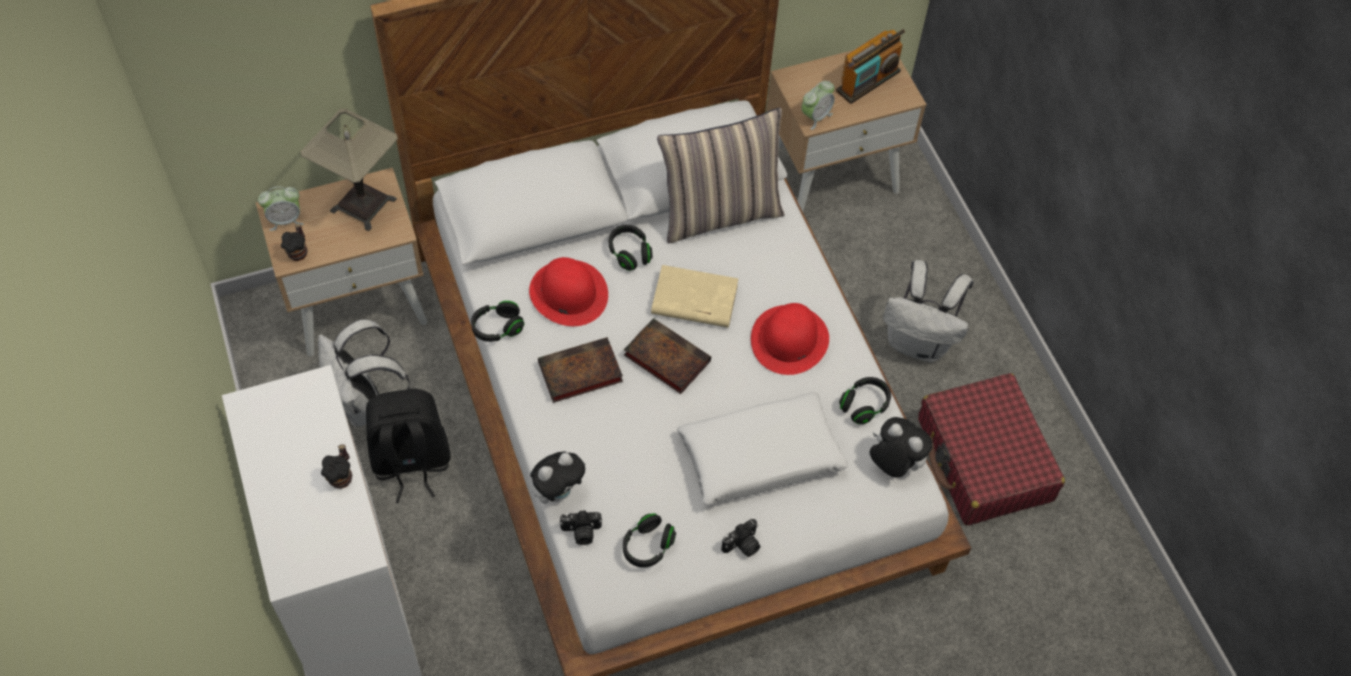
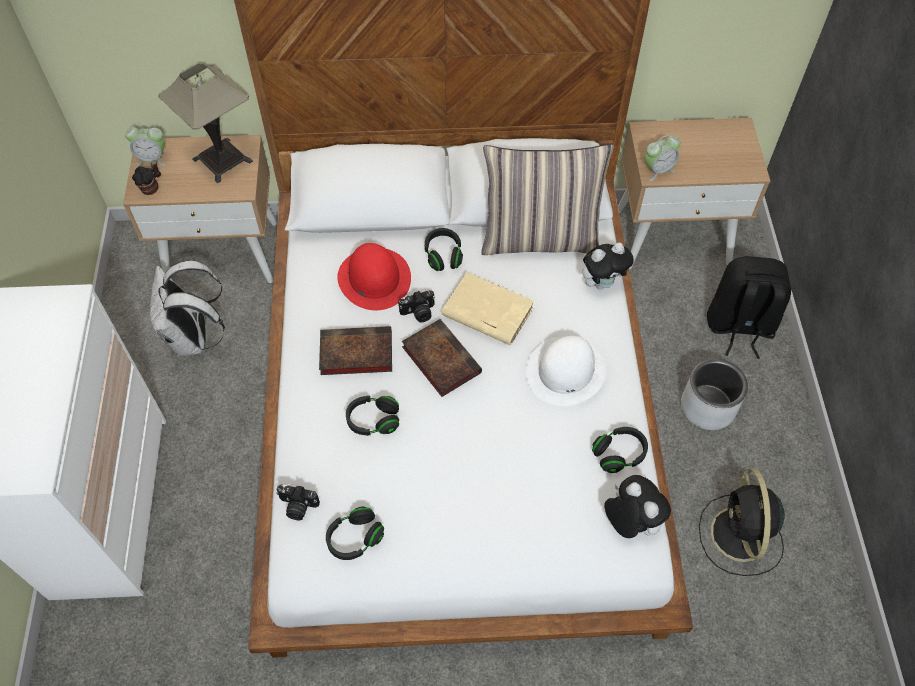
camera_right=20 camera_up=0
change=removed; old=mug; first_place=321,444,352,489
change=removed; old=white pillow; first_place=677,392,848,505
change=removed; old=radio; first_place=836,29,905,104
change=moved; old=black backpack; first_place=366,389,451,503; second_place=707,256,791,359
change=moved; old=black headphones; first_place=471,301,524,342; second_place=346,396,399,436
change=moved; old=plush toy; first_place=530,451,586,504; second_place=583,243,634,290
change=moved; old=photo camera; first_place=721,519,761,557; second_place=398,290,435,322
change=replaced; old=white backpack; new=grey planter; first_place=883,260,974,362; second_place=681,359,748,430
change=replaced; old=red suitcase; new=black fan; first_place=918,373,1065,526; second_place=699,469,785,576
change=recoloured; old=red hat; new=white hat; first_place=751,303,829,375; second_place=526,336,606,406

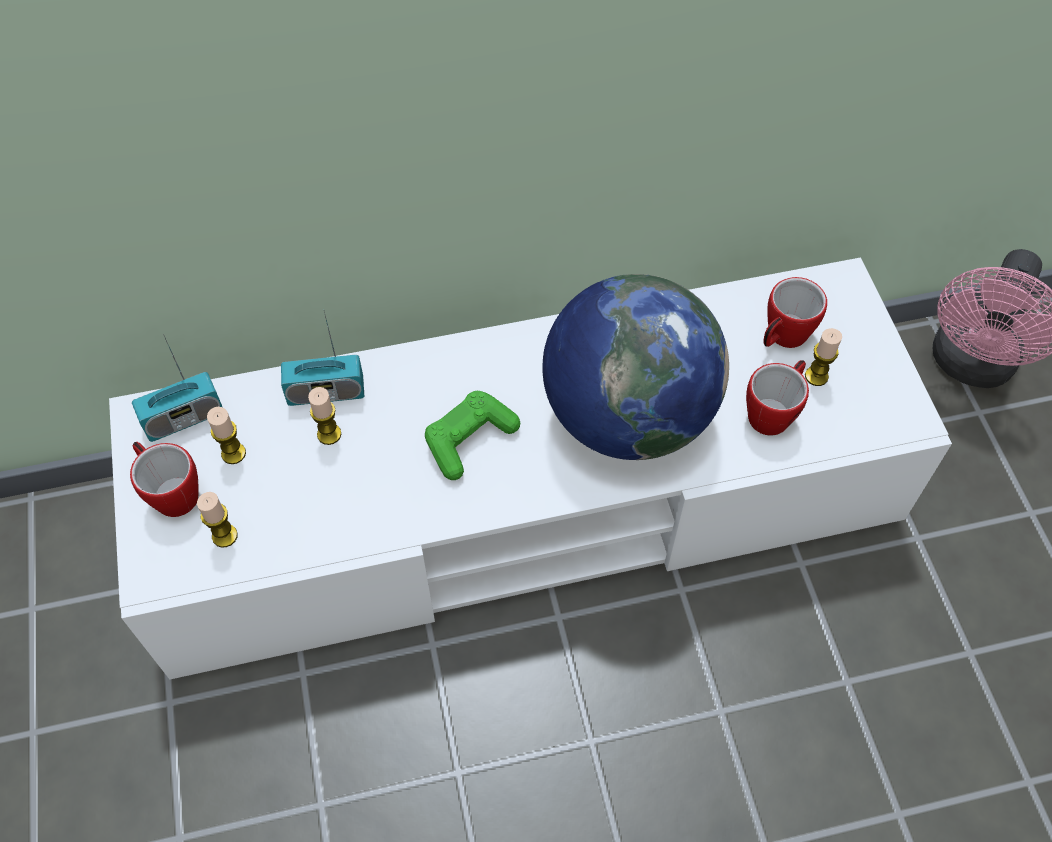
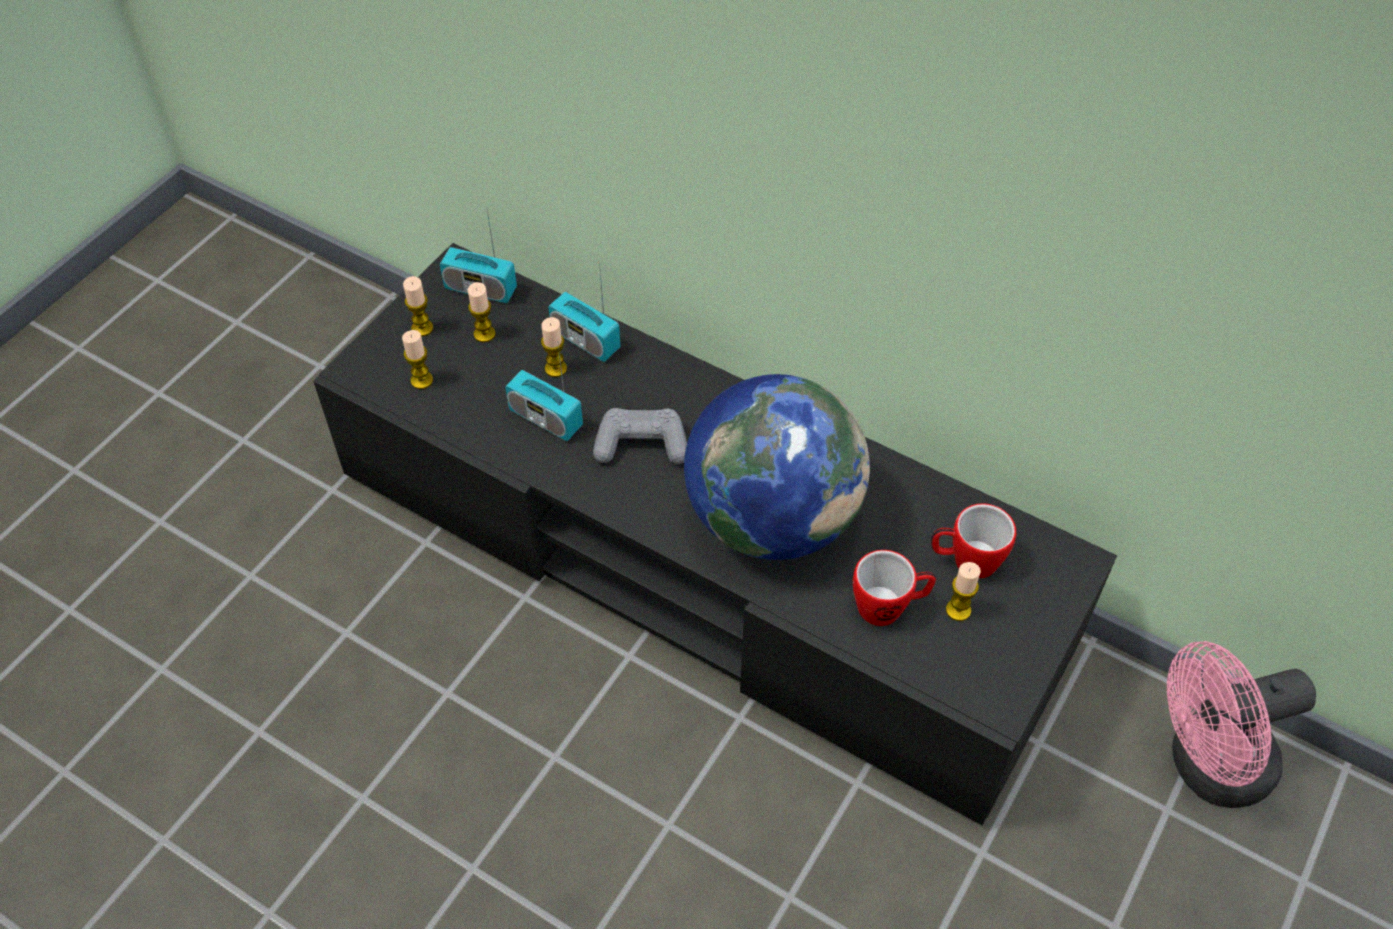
camera_right=45 camera_up=-5
change=added; new=radio; second_place=505,346,583,441
change=replaced; old=mug; new=candle; first_place=130,442,199,517; second_place=403,276,433,337
change=recoloured; old=white tv stand; new=black tv stand; first_place=109,257,952,679; second_place=313,243,1117,825
change=recoloured; old=green game controller; new=grey game controller; first_place=425,391,520,480; second_place=593,408,687,464

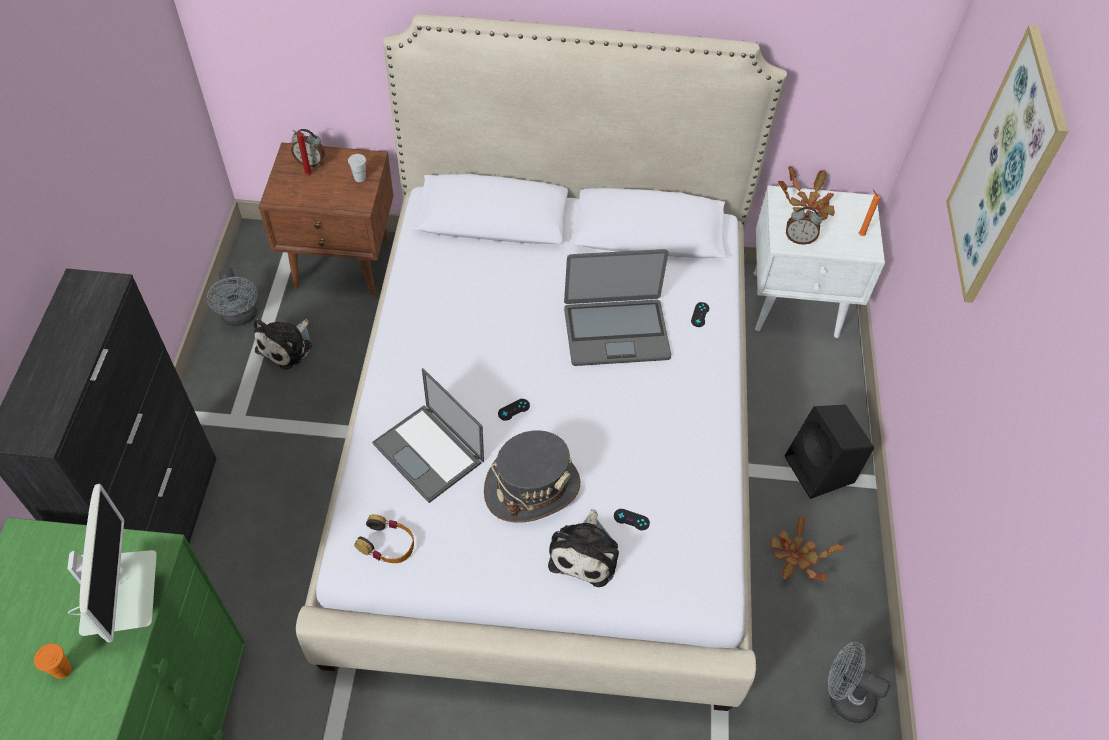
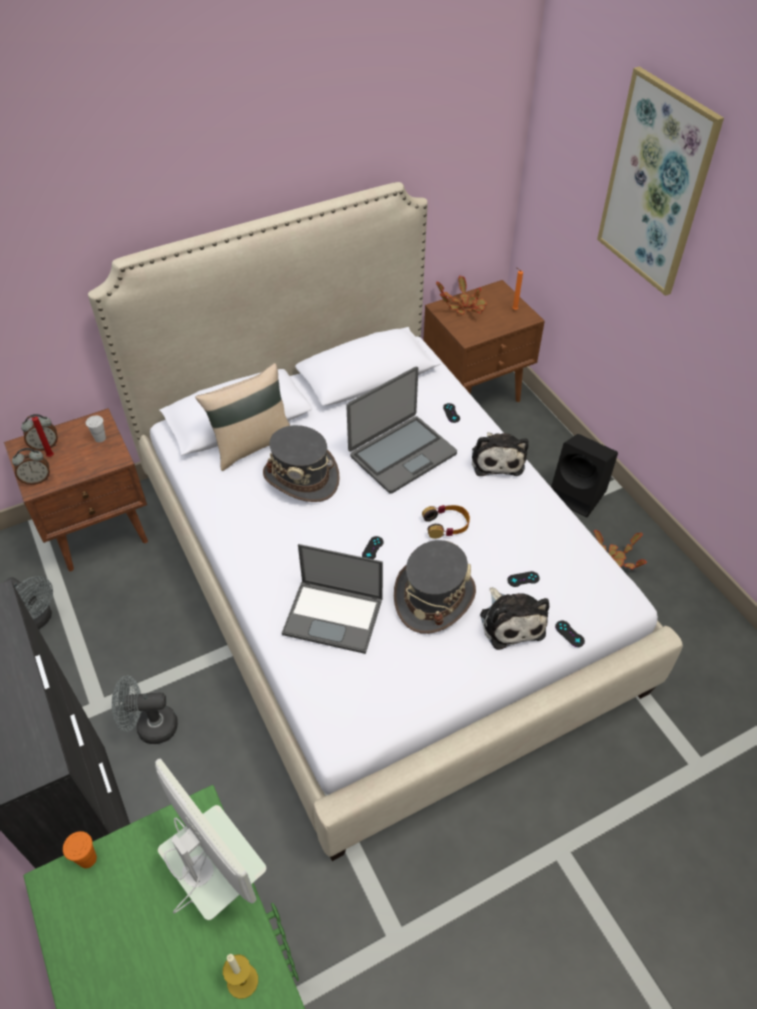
camera_right=-30 camera_up=-5
change=added; new=beige pillow; second_place=195,363,290,471
change=added; new=candle; second_place=223,954,258,999
change=added; new=grey hat; second_place=263,425,340,502
change=added; new=black game controller; second_place=555,621,585,647
change=moved; old=orange cup; first_place=34,643,72,679; second_place=63,831,97,868
change=moved; old=plush toy; first_place=254,319,312,370; second_place=472,432,529,476
change=moved; old=headphones; first_place=354,514,414,563; second_place=422,505,470,539
change=moved; old=alarm clock; first_place=786,207,822,245; second_place=12,448,50,485
change=moved; old=grey fan; first_place=828,641,890,723; second_place=112,675,178,744
change=recoloured; old=white nightstand; new=brown nightstand; first_place=754,185,885,338; second_place=423,280,545,402

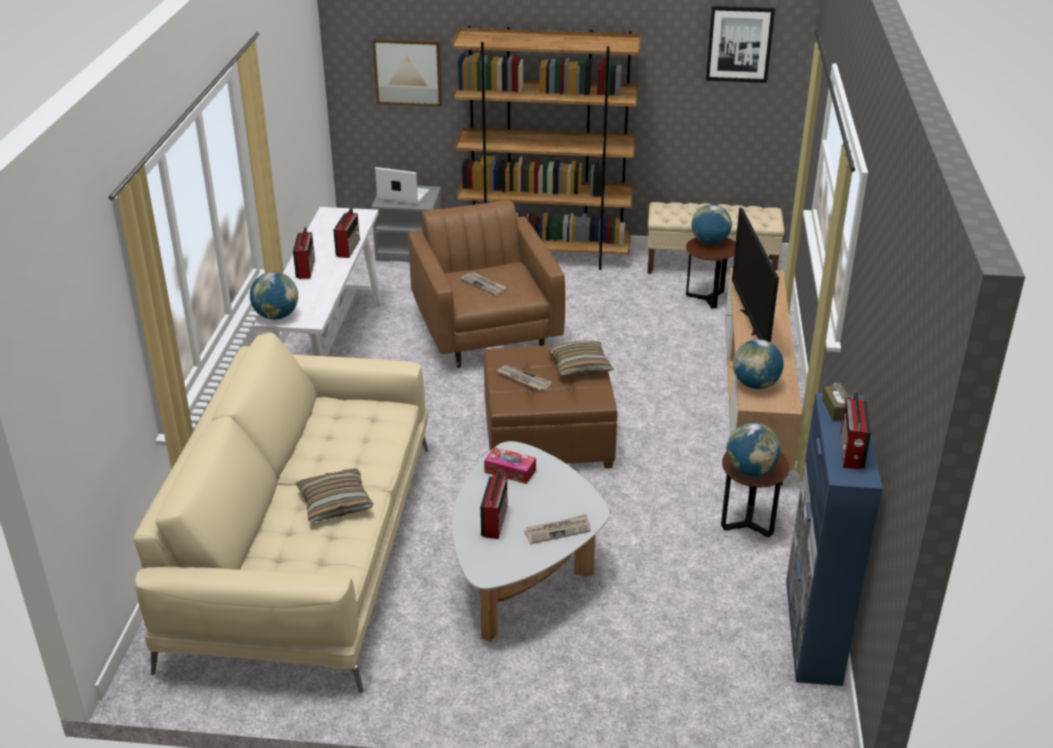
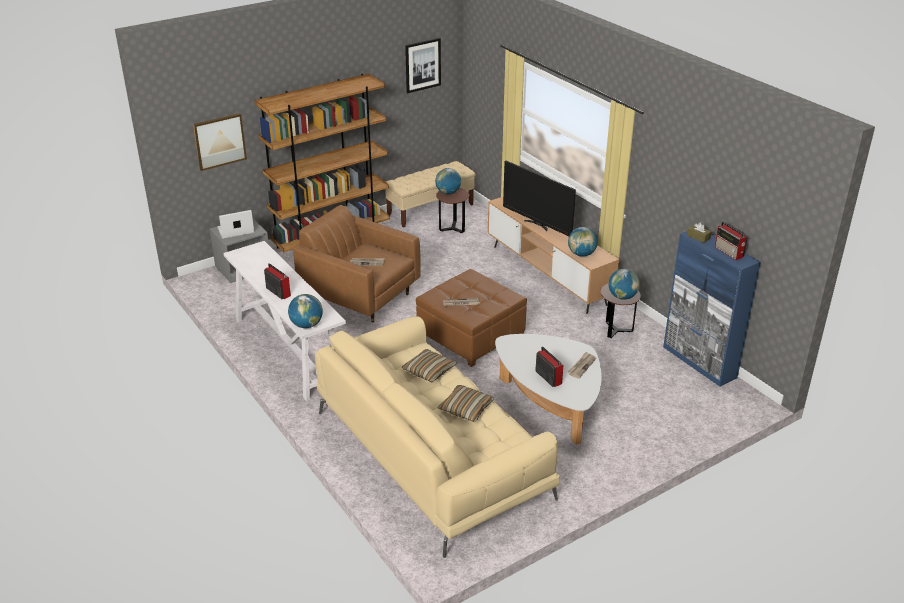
camera_right=-40 camera_up=0
change=removed; old=radio; first_place=333,208,360,258
change=removed; old=tissue box; first_place=484,447,536,484
change=moved; old=pillow; first_place=548,341,614,376; second_place=402,349,457,382

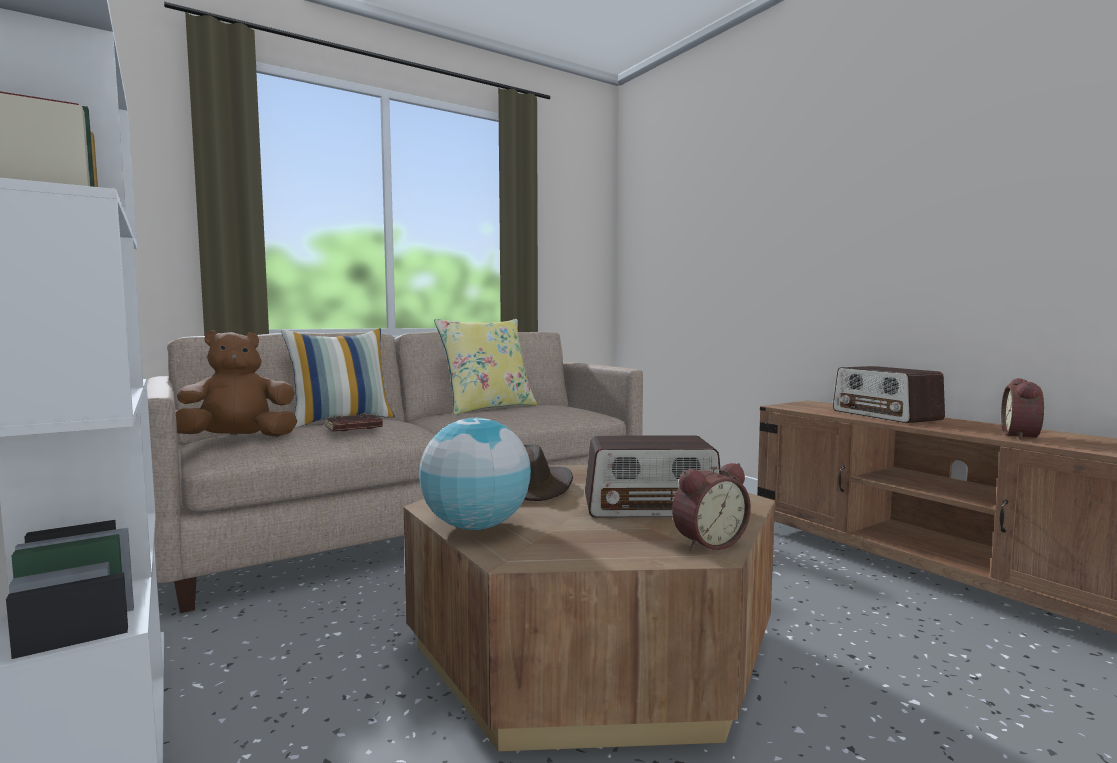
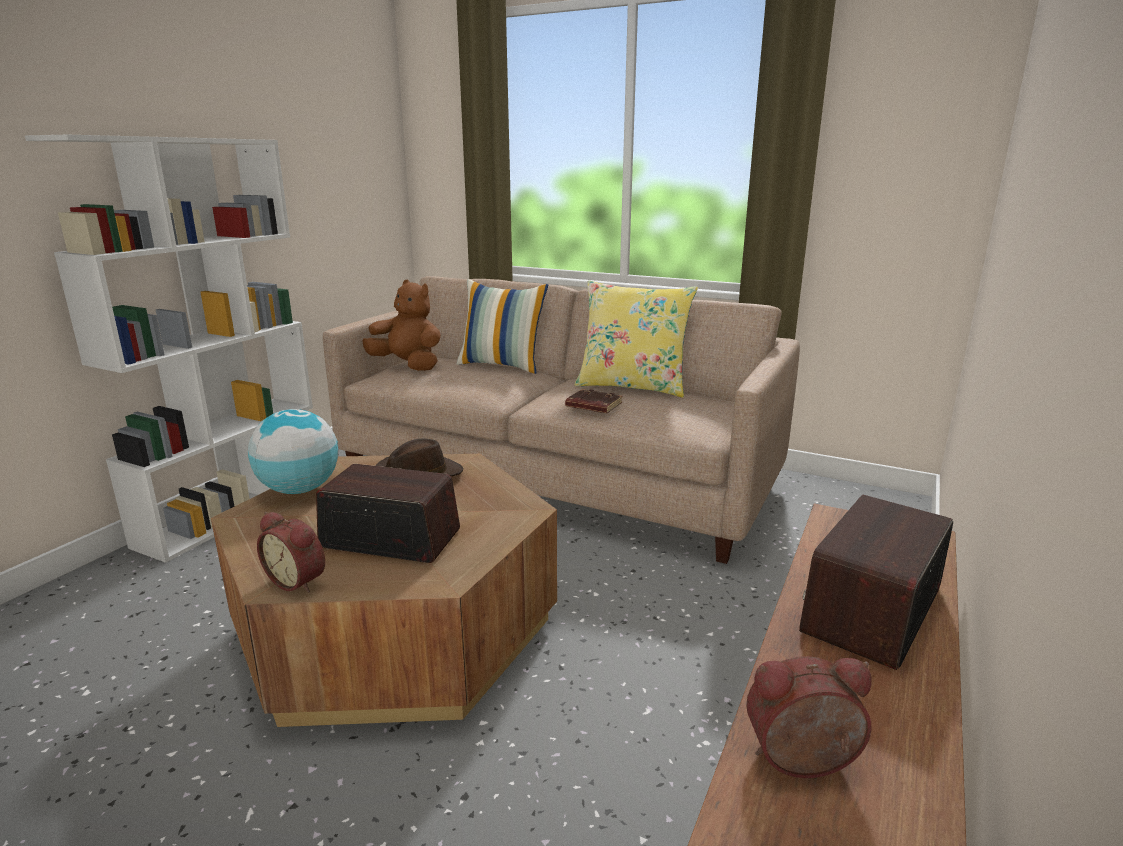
camera_right=60 camera_up=15
change=moved; old=brown book; first_place=324,414,383,431; second_place=565,389,623,413
change=turned; old=radio; first_place=585,435,721,518; second_place=316,464,460,563; degrees=135

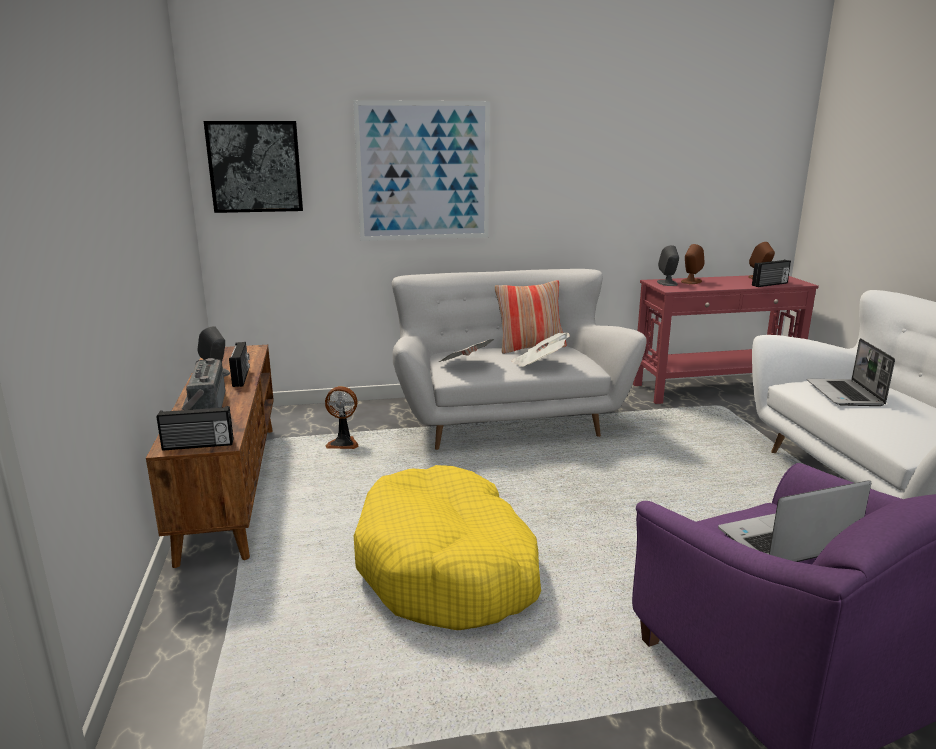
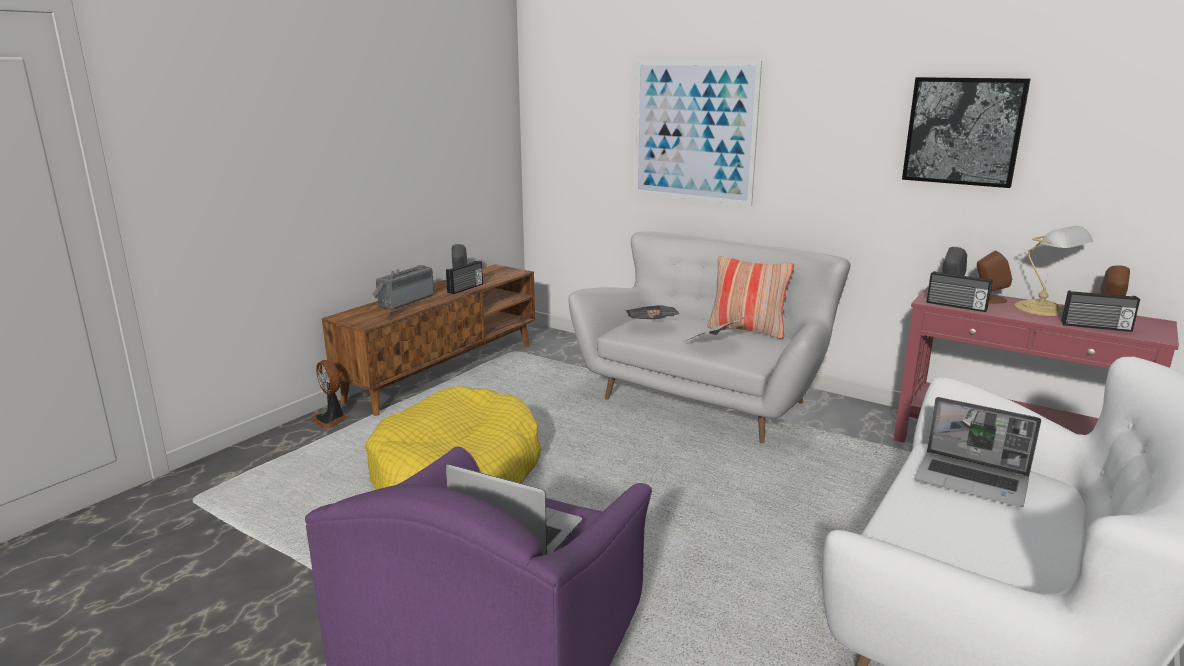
camera_right=45 camera_up=0
change=added; new=table lamp; second_place=1014,226,1093,316
change=moved; old=radio; first_place=156,406,234,451; second_place=926,271,993,312
change=moved; old=picture; first_place=204,121,303,213; second_place=902,77,1031,188
change=moved; old=fan; first_place=325,386,358,449; second_place=311,360,348,429
change=turned; old=laptop; first_place=807,338,895,406; second_place=915,397,1041,507; degrees=-105

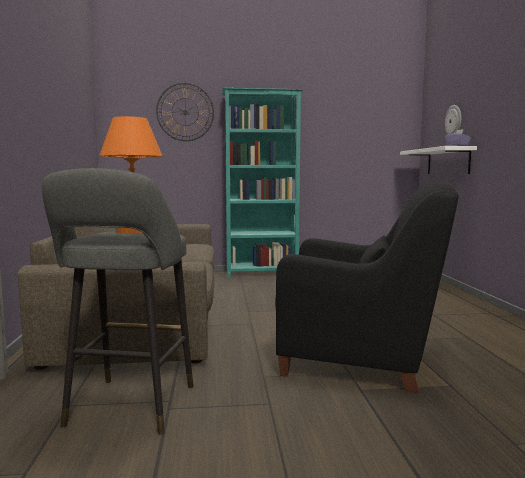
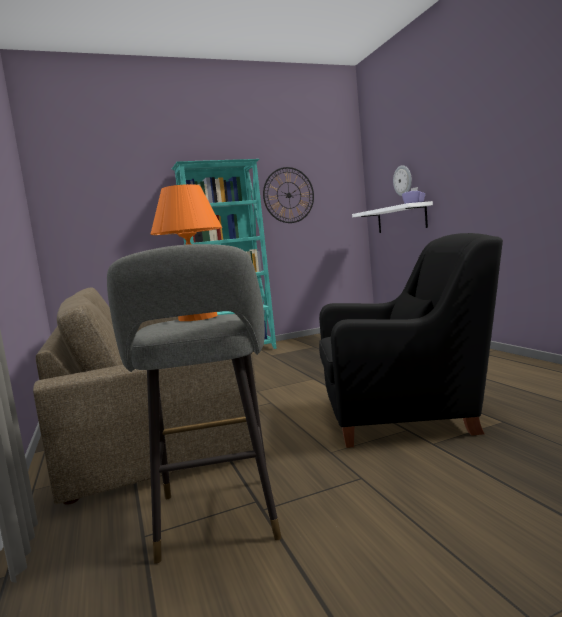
camera_right=-15 camera_up=0
change=moved; old=wall clock; first_place=156,82,214,141; second_place=263,167,314,223

